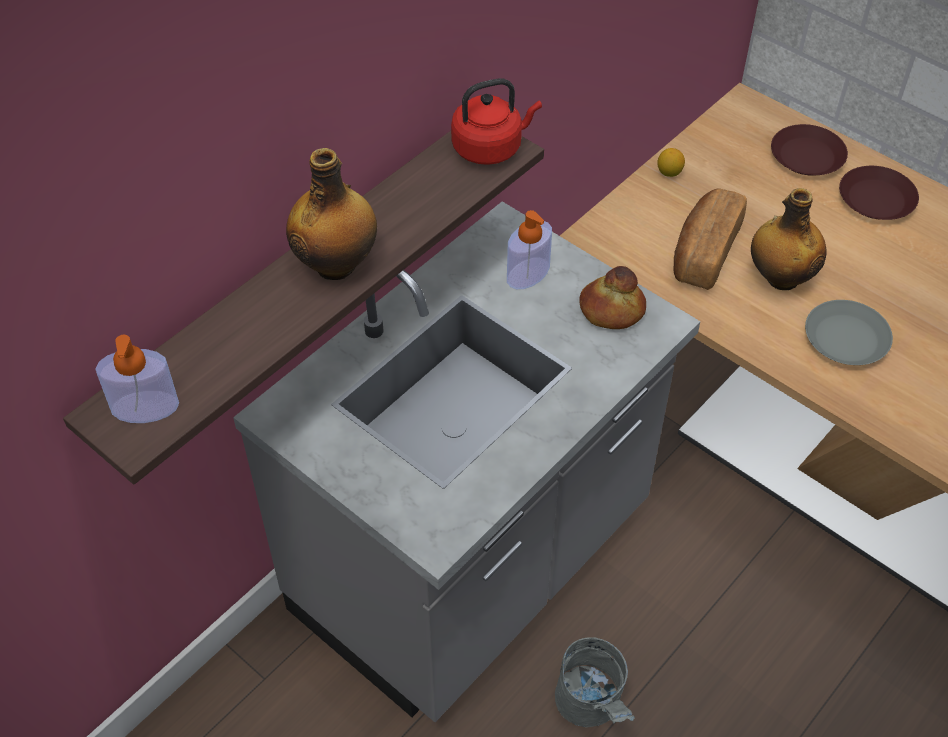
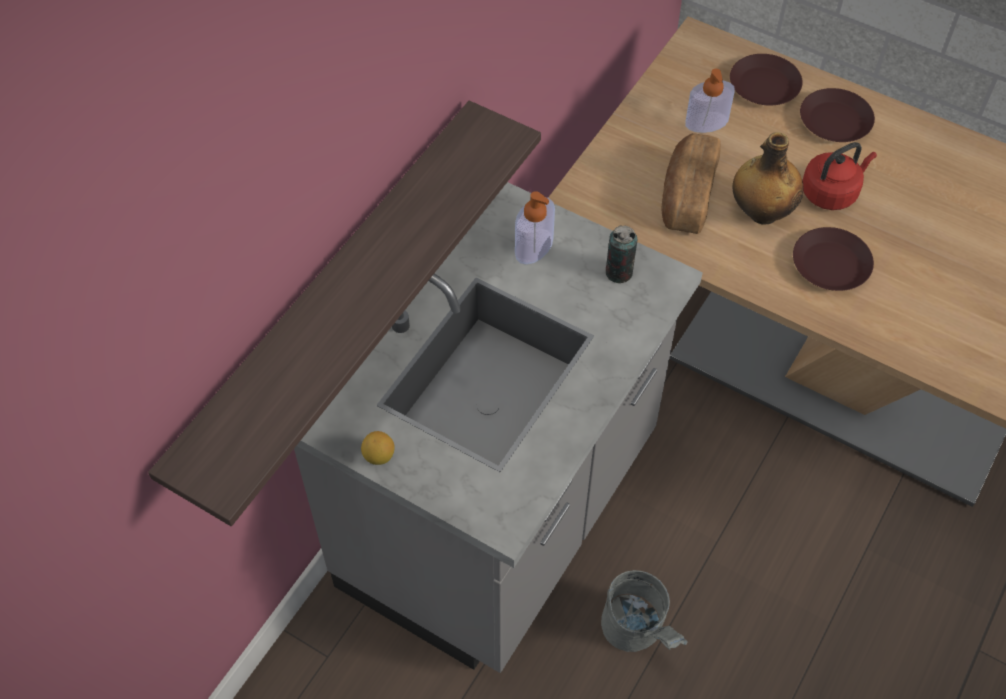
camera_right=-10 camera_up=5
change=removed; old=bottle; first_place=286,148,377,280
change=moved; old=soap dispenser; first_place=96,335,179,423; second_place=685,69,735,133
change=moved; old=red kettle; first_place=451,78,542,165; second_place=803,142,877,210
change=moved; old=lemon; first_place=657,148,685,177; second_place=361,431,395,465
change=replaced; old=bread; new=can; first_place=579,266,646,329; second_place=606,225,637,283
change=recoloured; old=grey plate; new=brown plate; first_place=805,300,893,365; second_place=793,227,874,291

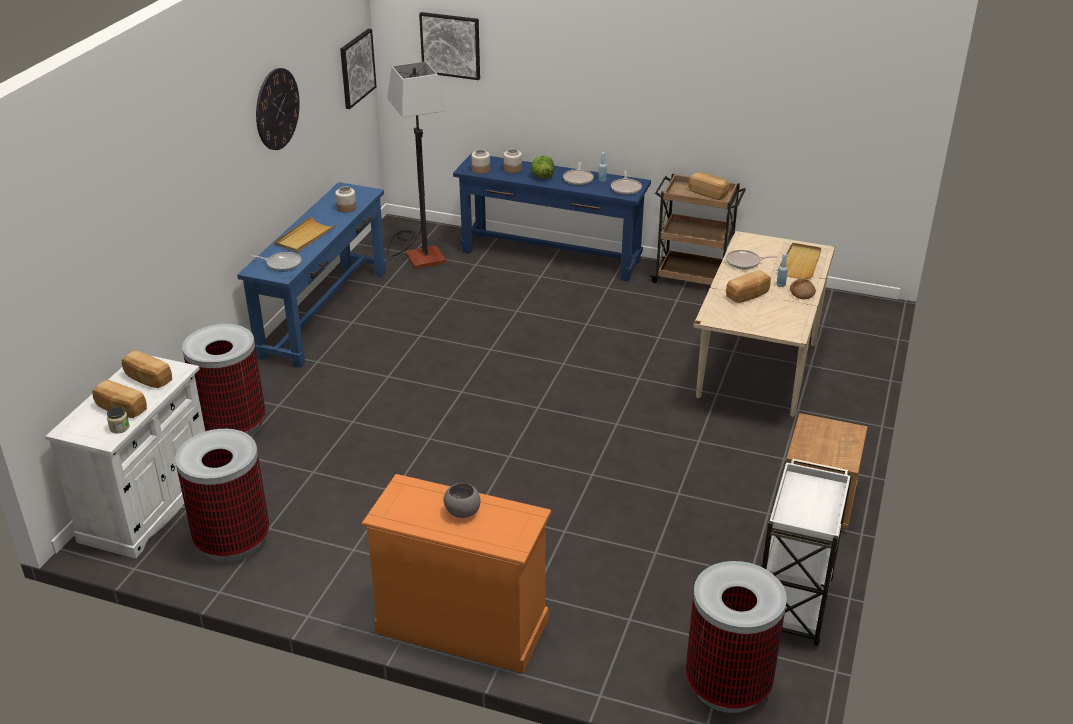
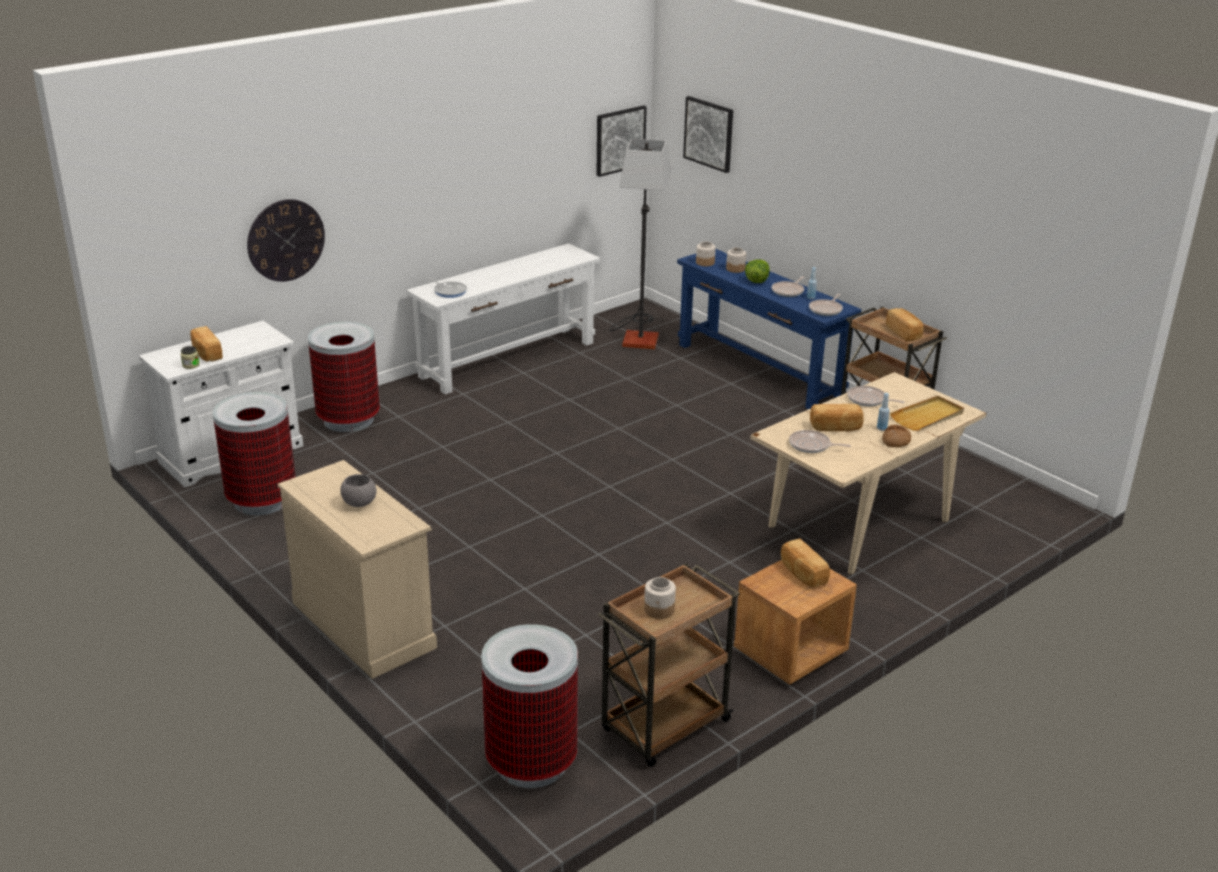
camera_right=30 camera_up=-5
change=removed; old=beige tray; first_place=274,217,337,253
change=added; new=frying pan; second_place=789,430,851,453
change=moved; old=bread; first_place=121,349,172,388; second_place=781,538,830,587
change=moved; old=wall clock; first_place=256,68,300,150; second_place=247,199,325,282
change=moved; old=jar; first_place=335,186,356,213; second_place=644,577,676,619
change=recoloured; old=blue console table; new=white console table; first_place=237,182,387,368; second_place=406,243,600,394
change=recoloured; old=orange dresser; new=beige dresser; first_place=362,474,551,673; second_place=278,460,437,679
change=recoloured; old=white cart; new=brown cart; first_place=762,458,852,646; second_place=598,564,740,767

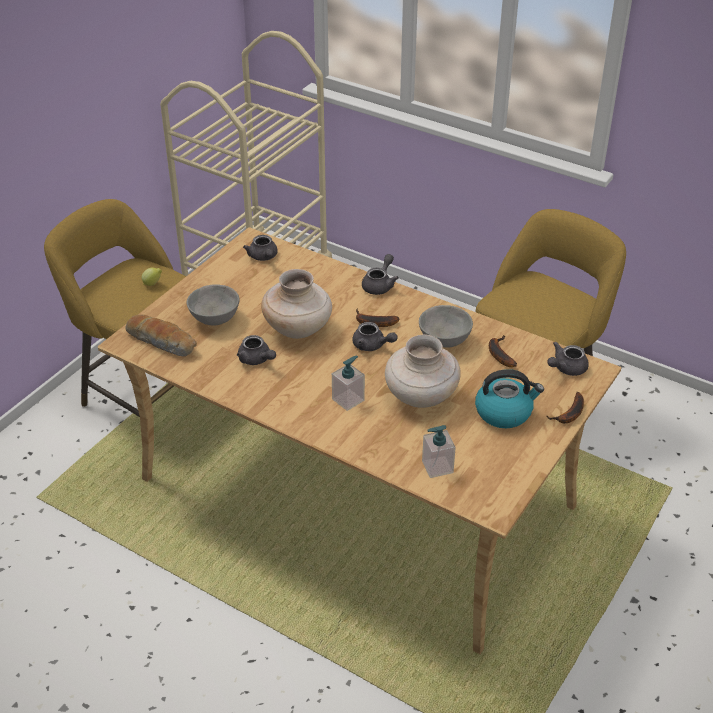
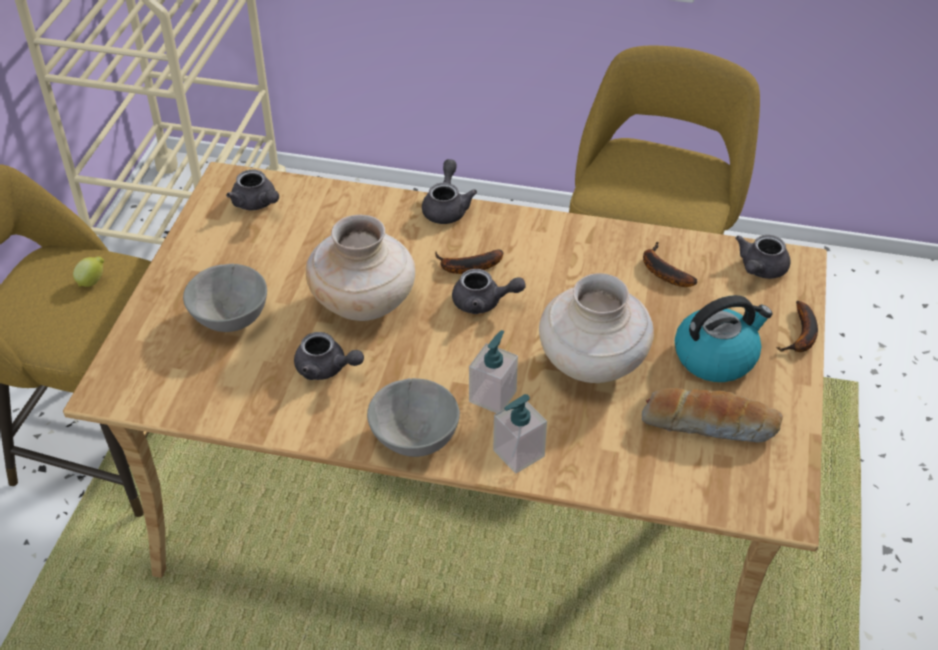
camera_right=-20 camera_up=5
change=moved; old=bread; first_place=125,315,197,357; second_place=642,388,783,443
change=moved; old=grey bowl; first_place=419,305,473,348; second_place=367,378,460,457
change=moved; old=soap dispenser; first_place=422,425,456,478; second_place=493,394,547,474

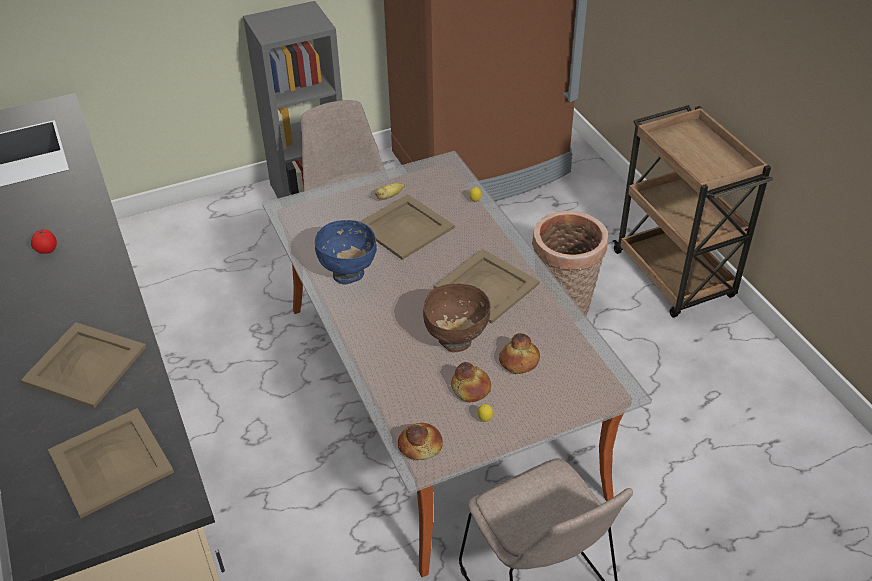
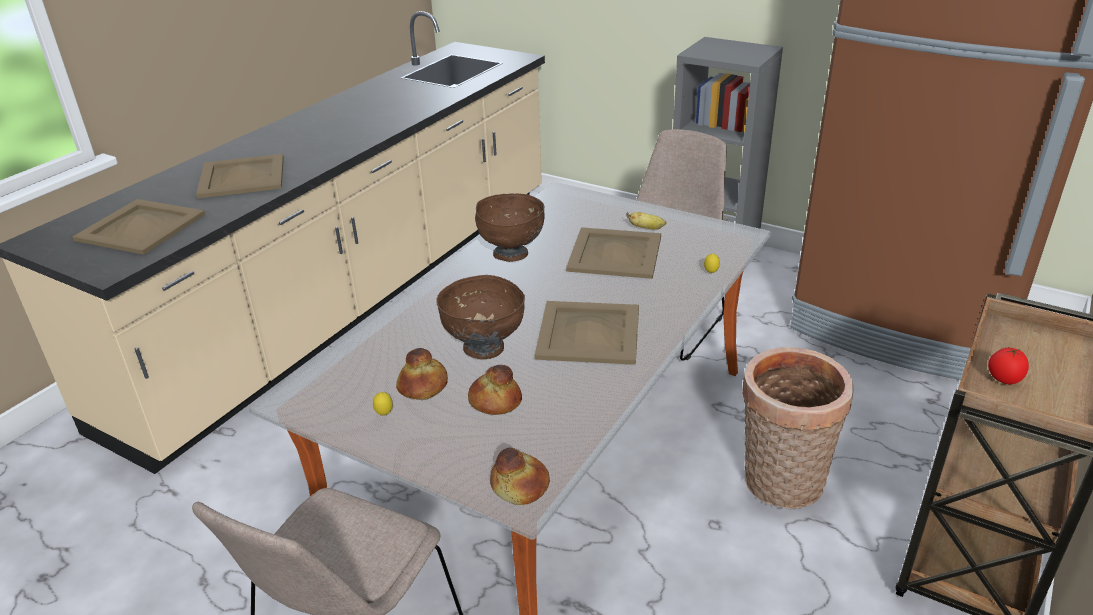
camera_right=55 camera_up=-10
change=moved; old=tomato; first_place=31,228,57,254; second_place=988,348,1029,384
change=moved; old=bread; first_place=398,423,443,460; second_place=490,447,550,505
change=recoloured; old=blue bowl; new=brown bowl; first_place=315,220,377,284; second_place=475,193,545,262

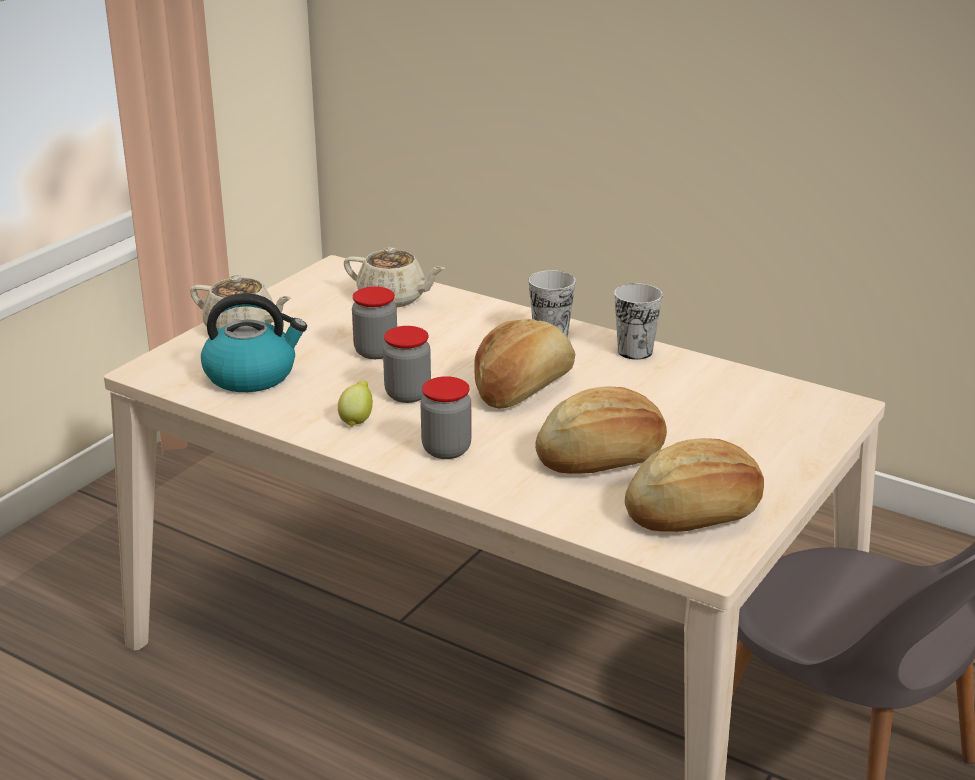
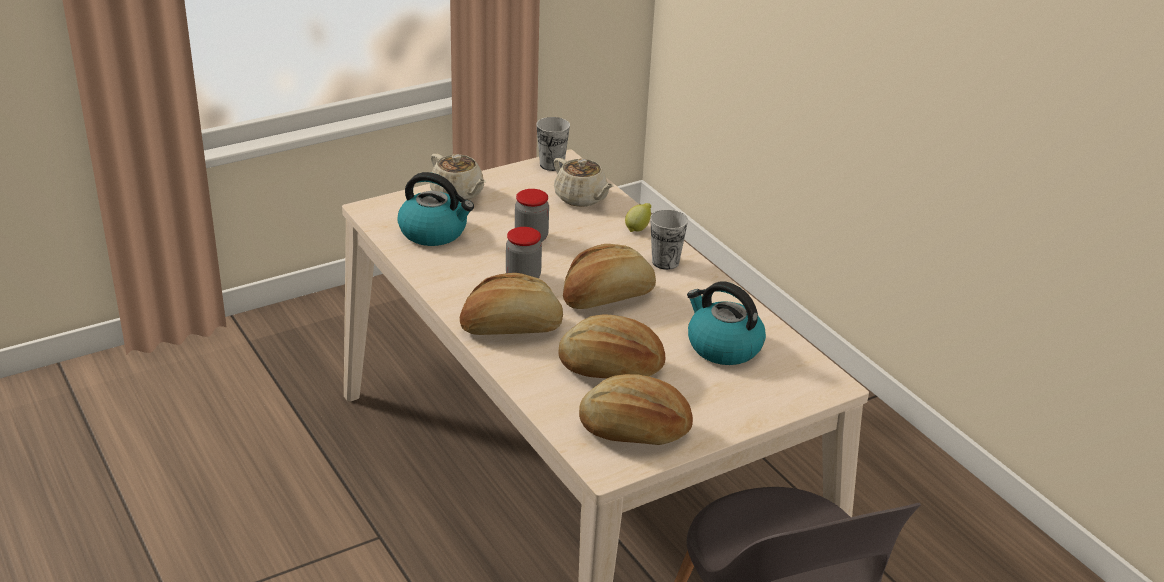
camera_right=25 camera_up=5
change=added; new=kettle; second_place=687,281,766,365
change=moved; old=lemon; first_place=338,381,373,427; second_place=625,203,651,232
change=moved; old=cup; first_place=614,283,663,360; second_place=536,117,570,171
change=replaced; old=jar; new=bread; first_place=420,376,472,459; second_place=460,273,563,335

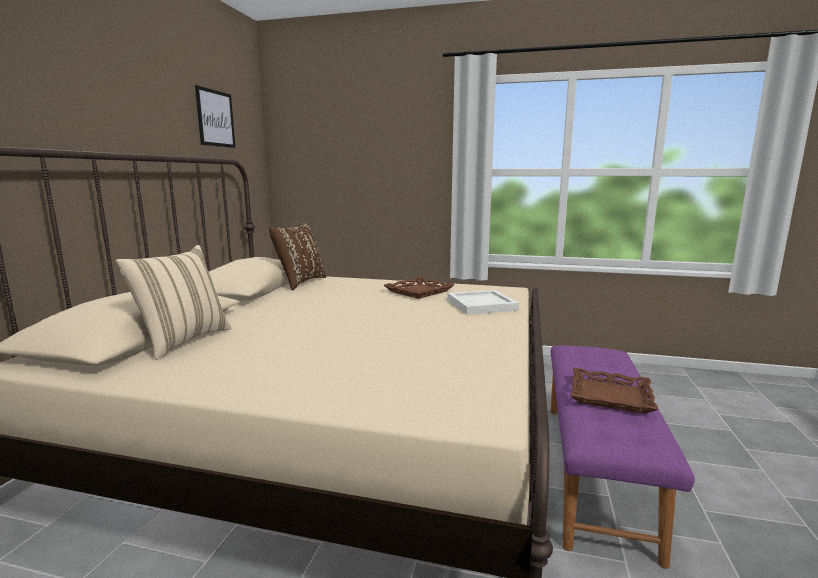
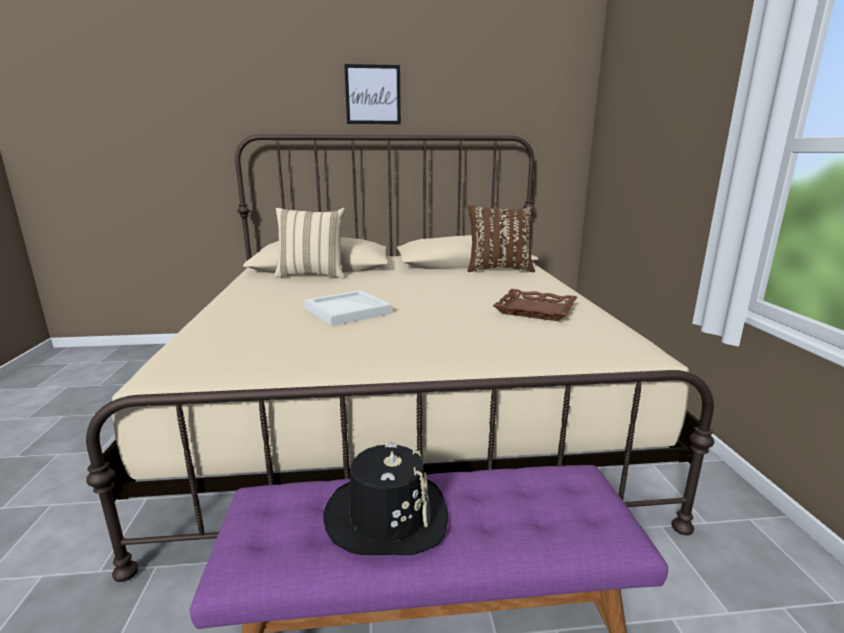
camera_right=70 camera_up=5
change=moved; old=picture; first_place=195,85,235,148; second_place=344,64,401,124
change=moved; old=white tray; first_place=448,290,519,315; second_place=304,290,392,326
change=replaced; old=brown tray; new=black hat; first_place=570,368,659,414; second_place=323,442,448,555

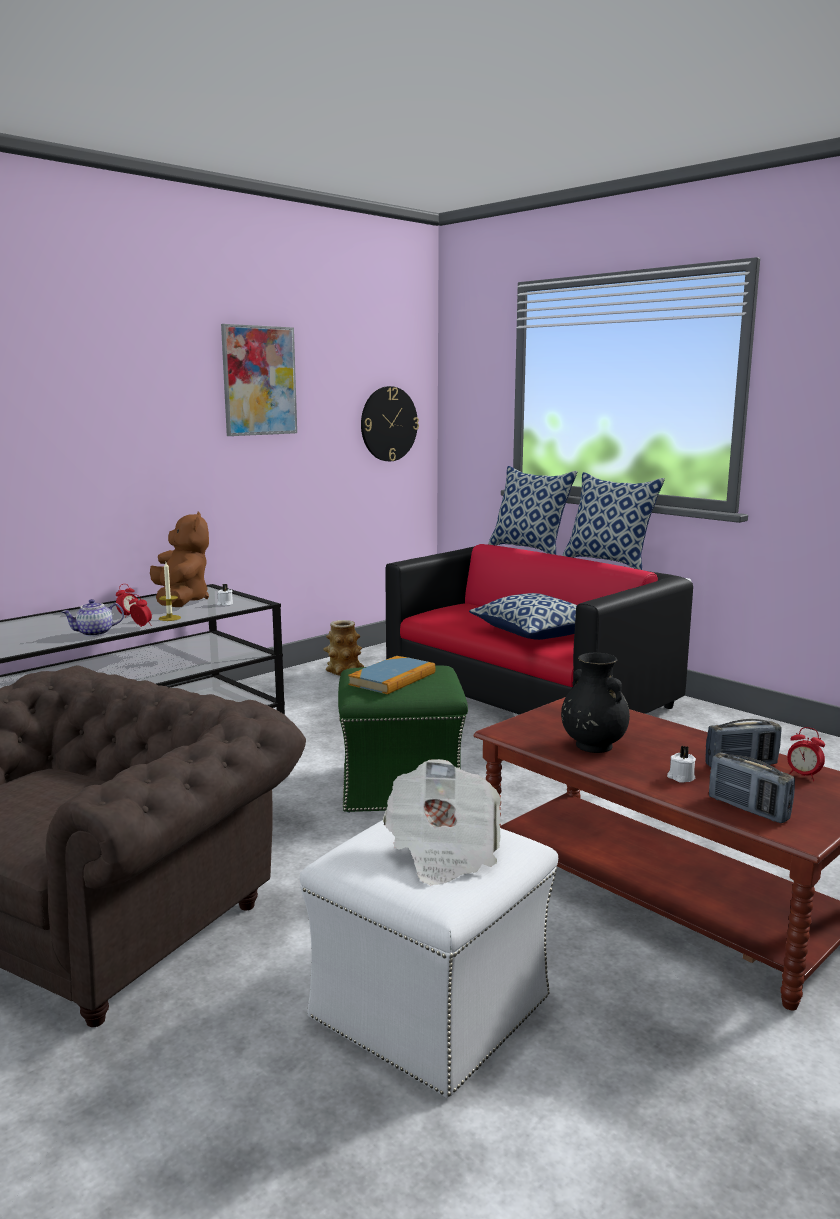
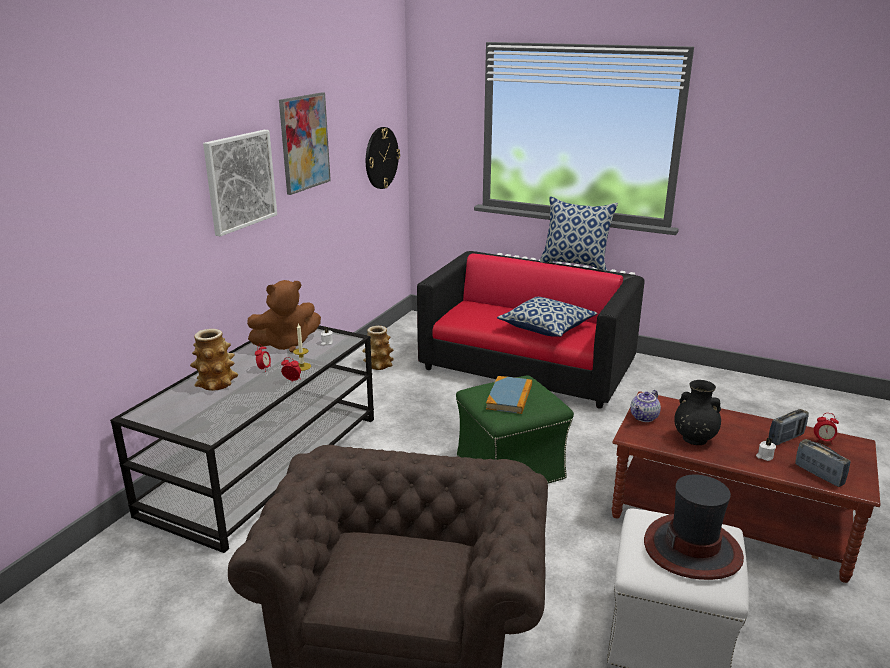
camera_right=-20 camera_up=10
change=removed; old=pillow; first_place=488,466,577,555
change=added; new=vase; second_place=190,329,238,391
change=added; new=picture; second_place=203,130,277,237
change=moved; old=teapot; first_place=61,599,124,637; second_place=630,390,661,422
change=replaced; old=newspaper; new=hat; first_place=383,759,501,885; second_place=644,474,744,580
change=turned; old=brown plush toy; first_place=150,511,209,607; second_place=247,280,321,353; degrees=105
change=turned; old=radio; first_place=709,752,795,823; second_place=795,439,851,487; degrees=-150

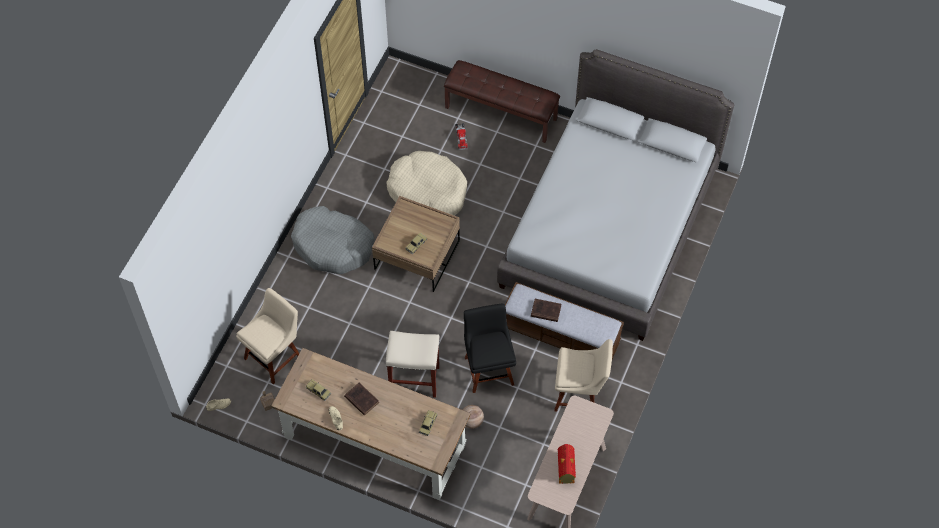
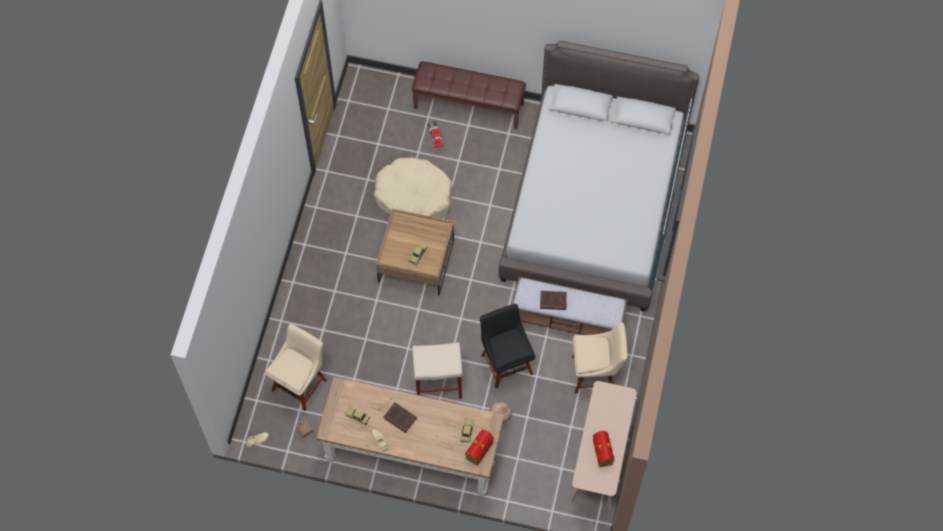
camera_right=-10 camera_up=5
change=removed; old=grey dog bed; first_place=291,206,374,274
change=added; new=toy house; second_place=465,430,494,466

